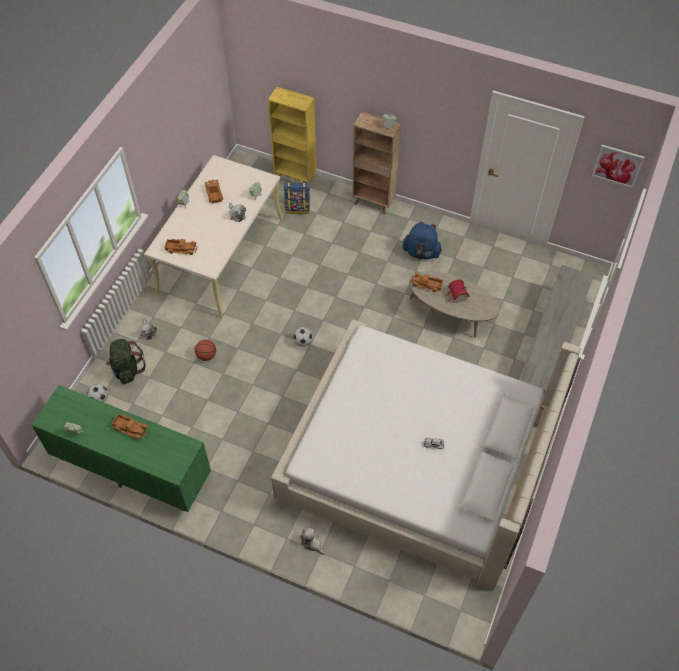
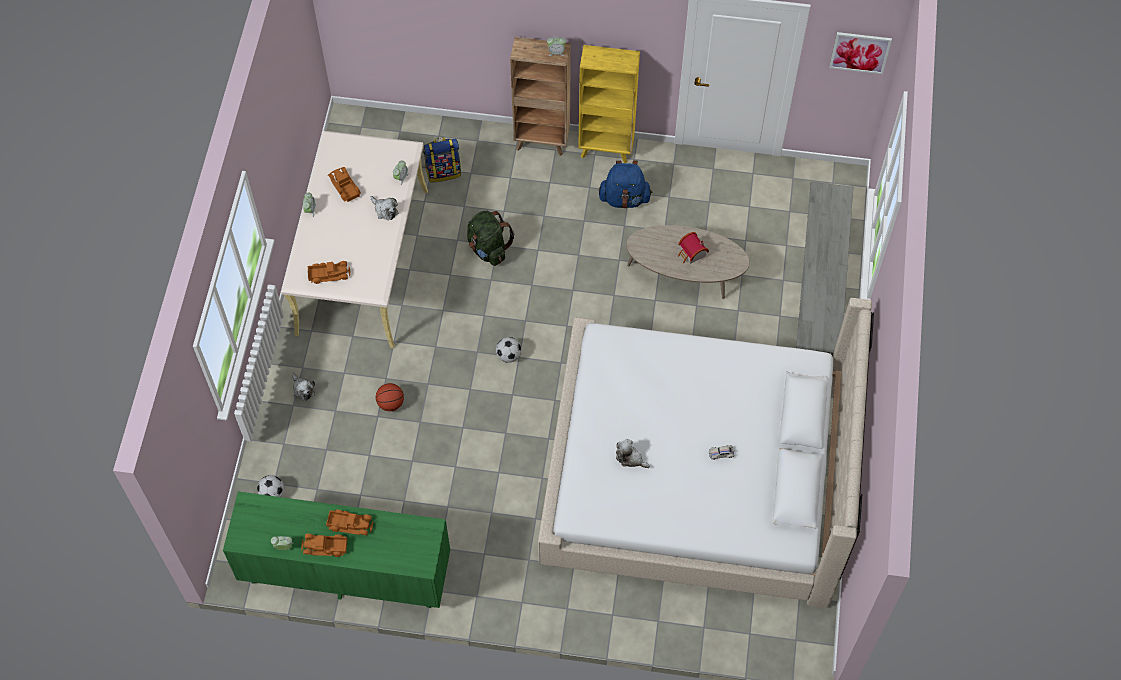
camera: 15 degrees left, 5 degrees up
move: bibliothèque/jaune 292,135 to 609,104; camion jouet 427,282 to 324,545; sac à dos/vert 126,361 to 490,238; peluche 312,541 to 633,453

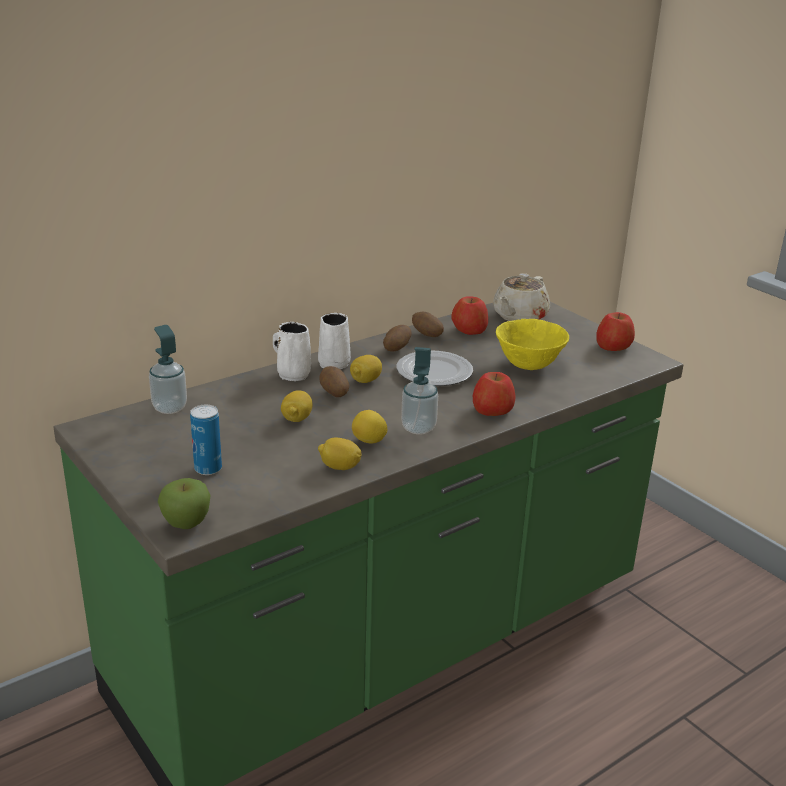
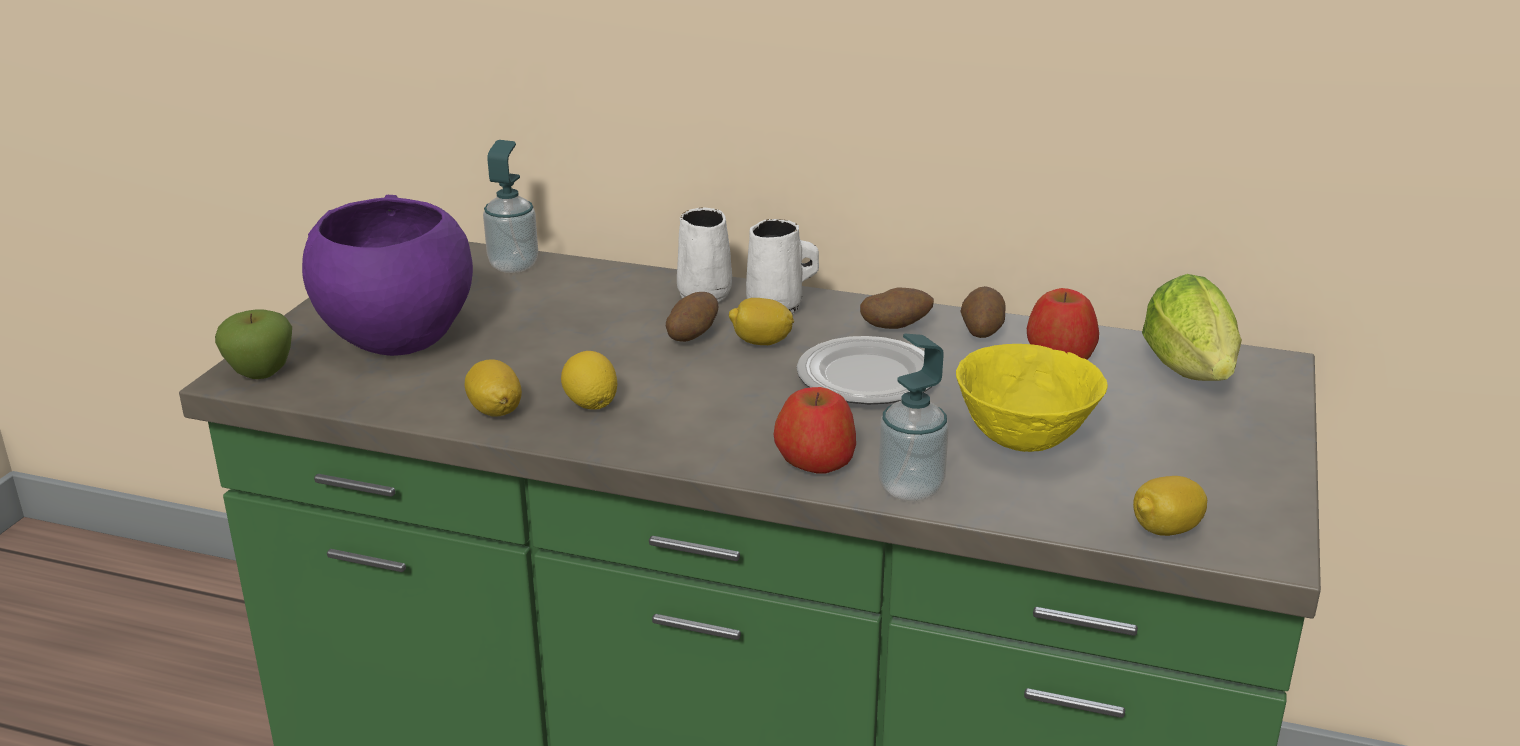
camera: 55 degrees right, 0 degrees up
delete: pomme 615,331
move: distributeur de savon 419,390 to 913,417; citron 297,406 to 1170,506
replace: théière/beige 521,297 to laitue 1192,327; boîte métallique 206,440 to bol/violet 387,275

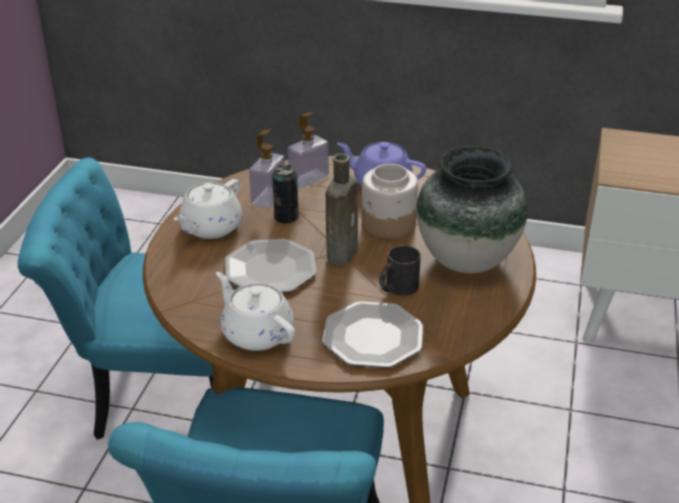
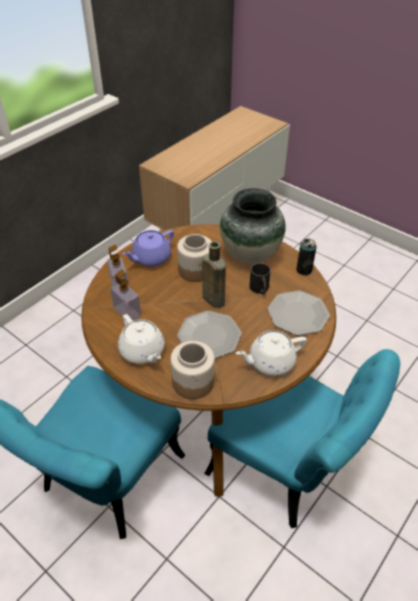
camera: 65 degrees left, 10 degrees up
insert: bocal 192,370
move: boîte métallique 285,194 to 306,257

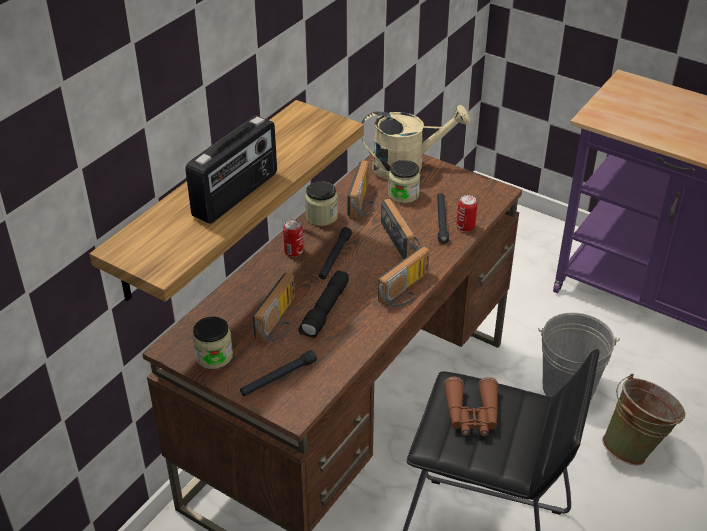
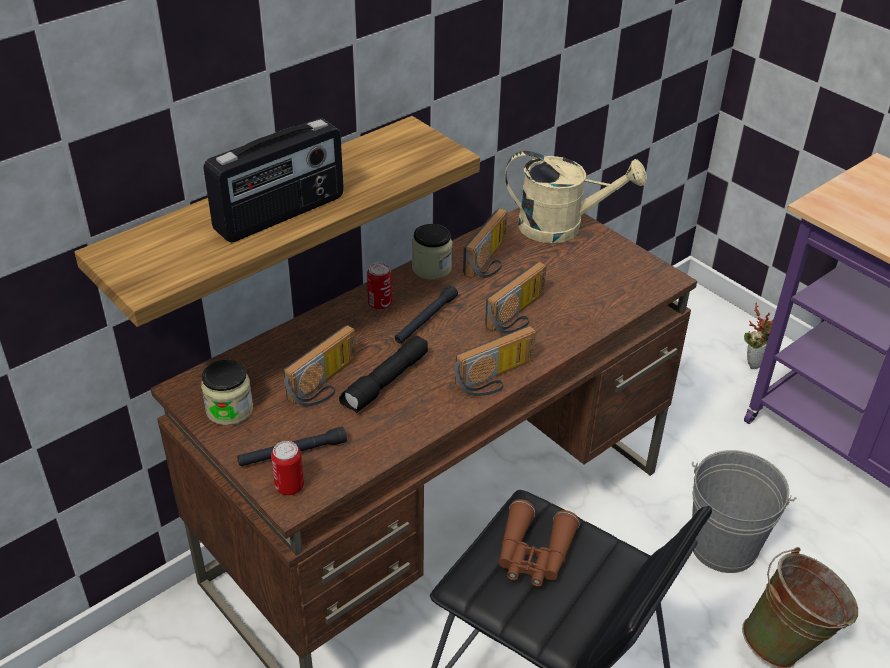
camera: 15 degrees right, 0 degrees up
delete: bocal 404,181; lampe de poche/noir 443,218
insert: plante en pot 759,335
move: boîte métallique 467,213 to 287,468
rotate: radio 401,229 = 516,298 45 degrees clockwise

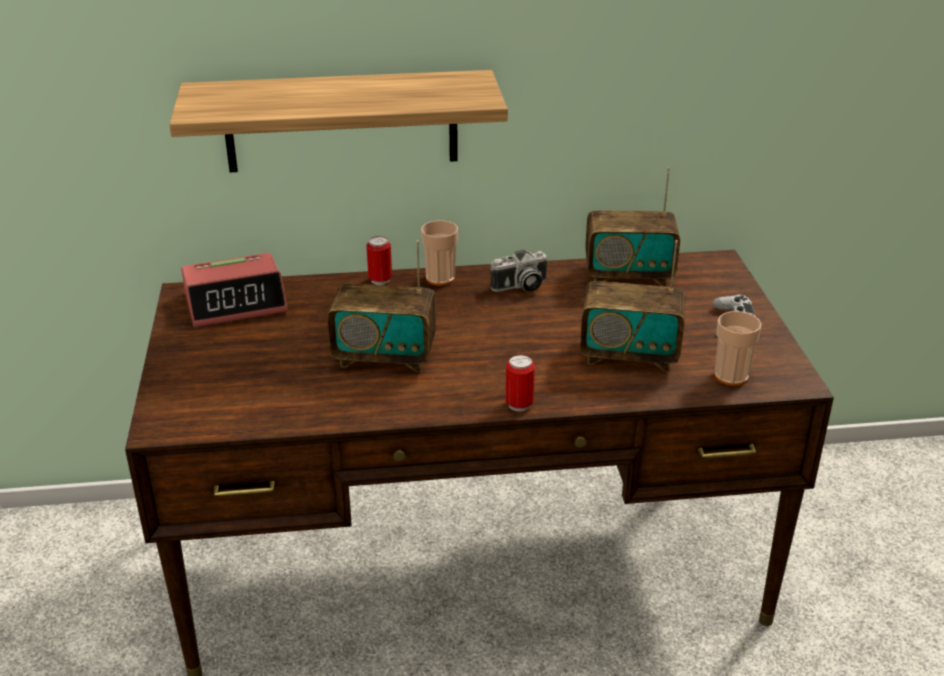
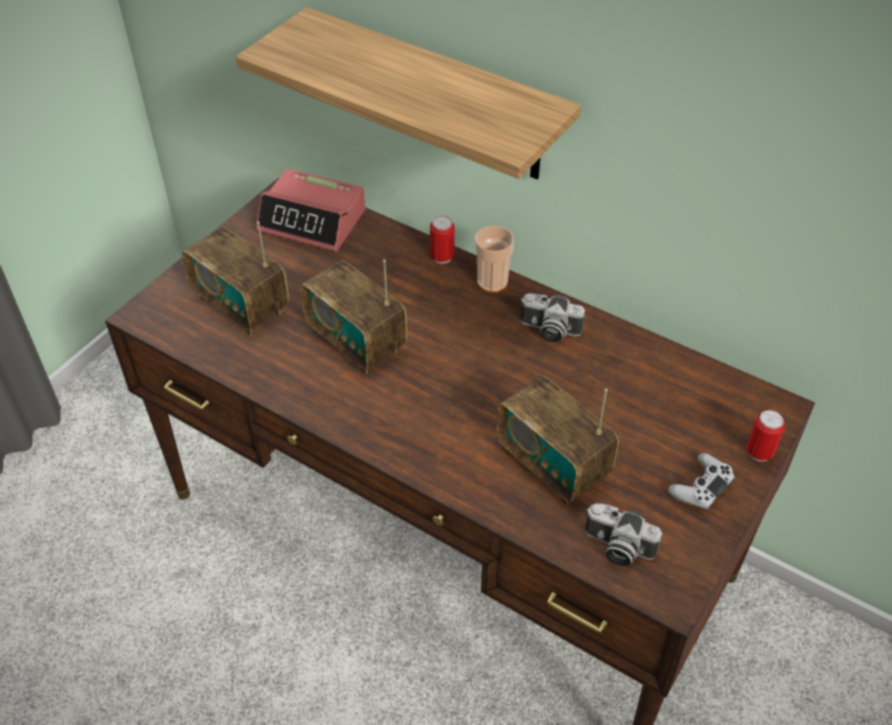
camera: 40 degrees right, 15 degrees up
move: radio 632,227 to 235,278; boîte métallique 520,383 to 765,436
replace: tasse 738,348 to appareil photo 623,535

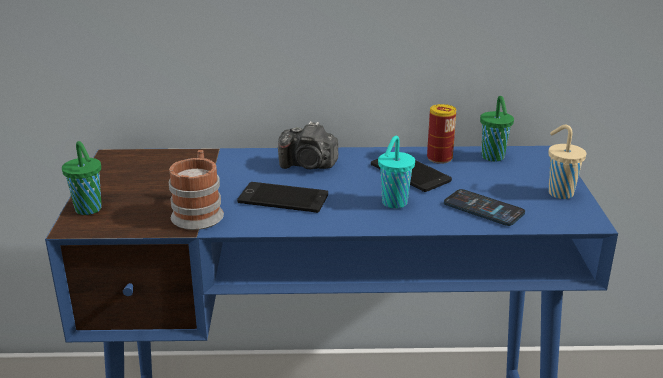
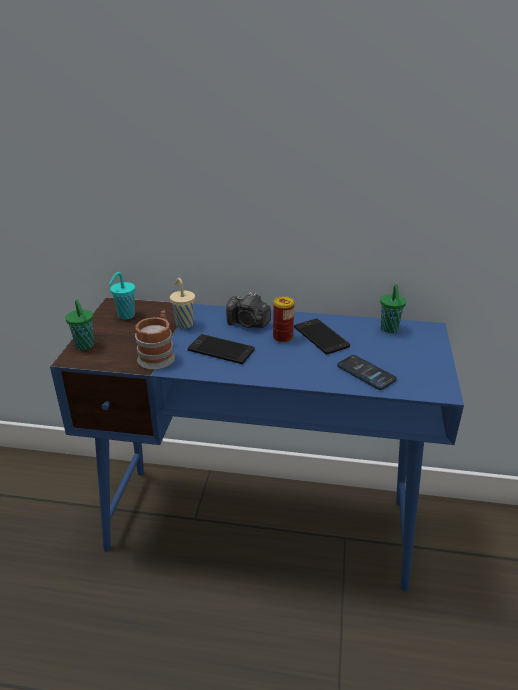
camera: 10 degrees right, 5 degrees up
move: boîte métallique 441,134 to 283,319; tasse/beige 567,162 to 182,303; tasse/turquoise 396,172 to 122,296

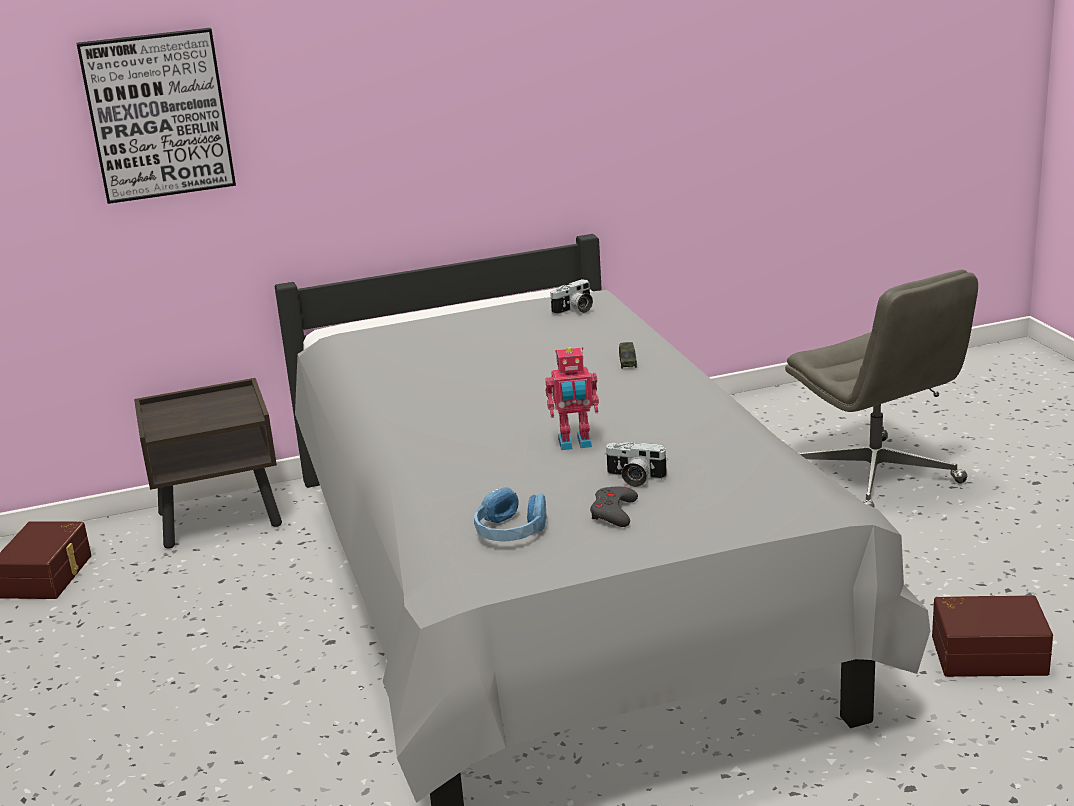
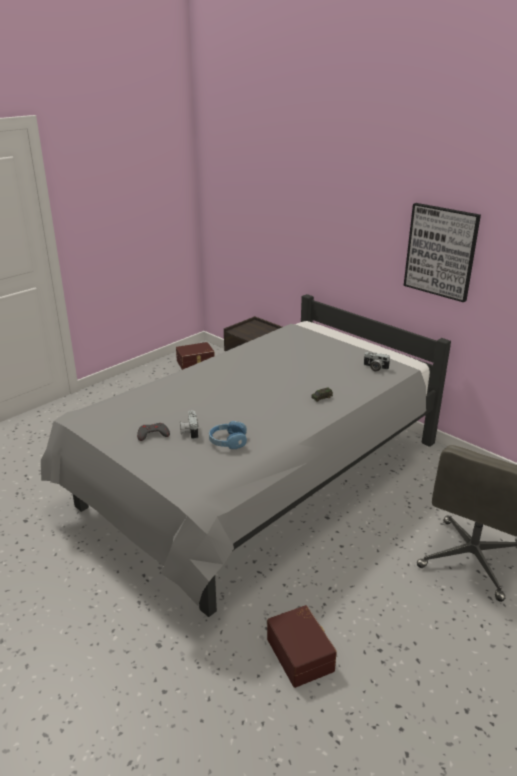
camera: 60 degrees right, 5 degrees up
delete: robot jouet 572,398
move: tableau 156,116 to 442,252; casque audio/bleu 510,514 to 228,435

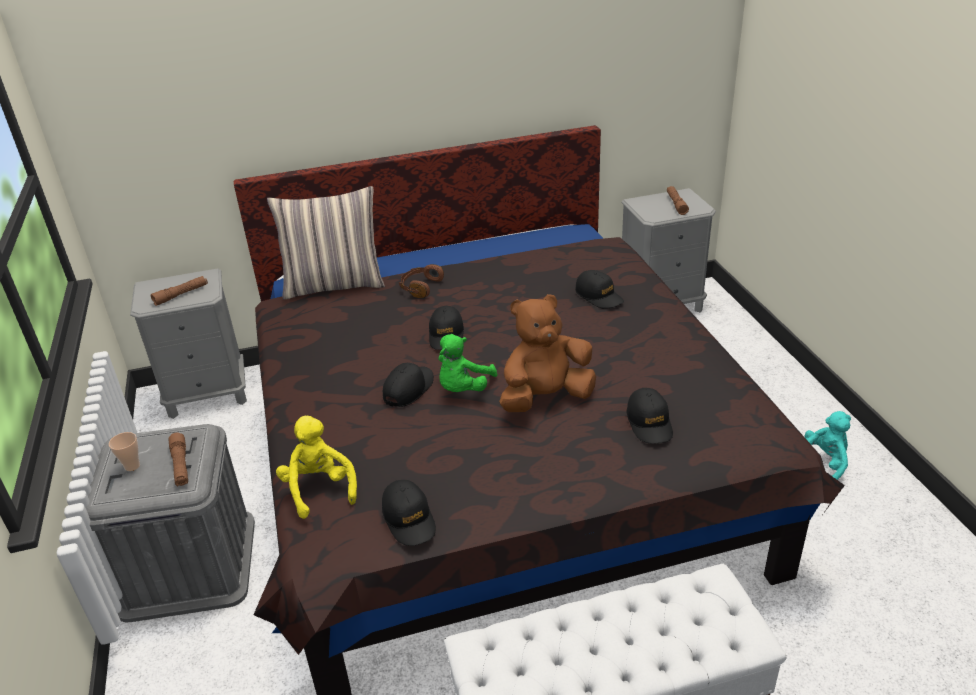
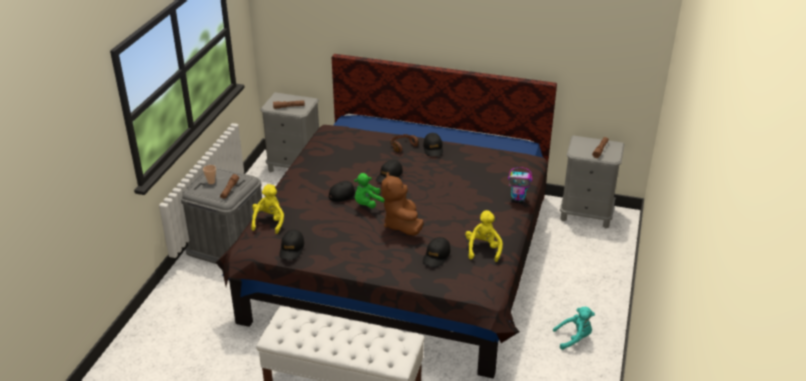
camera: 30 degrees right, 0 degrees up
delete: coussin 326,242
insert: robot jouet 520,185; peluche/jaune 484,236
move: casquette/noir 599,289 to 433,144
rotate: peluche/marron 547,353 = 402,204 105 degrees counterclockwise

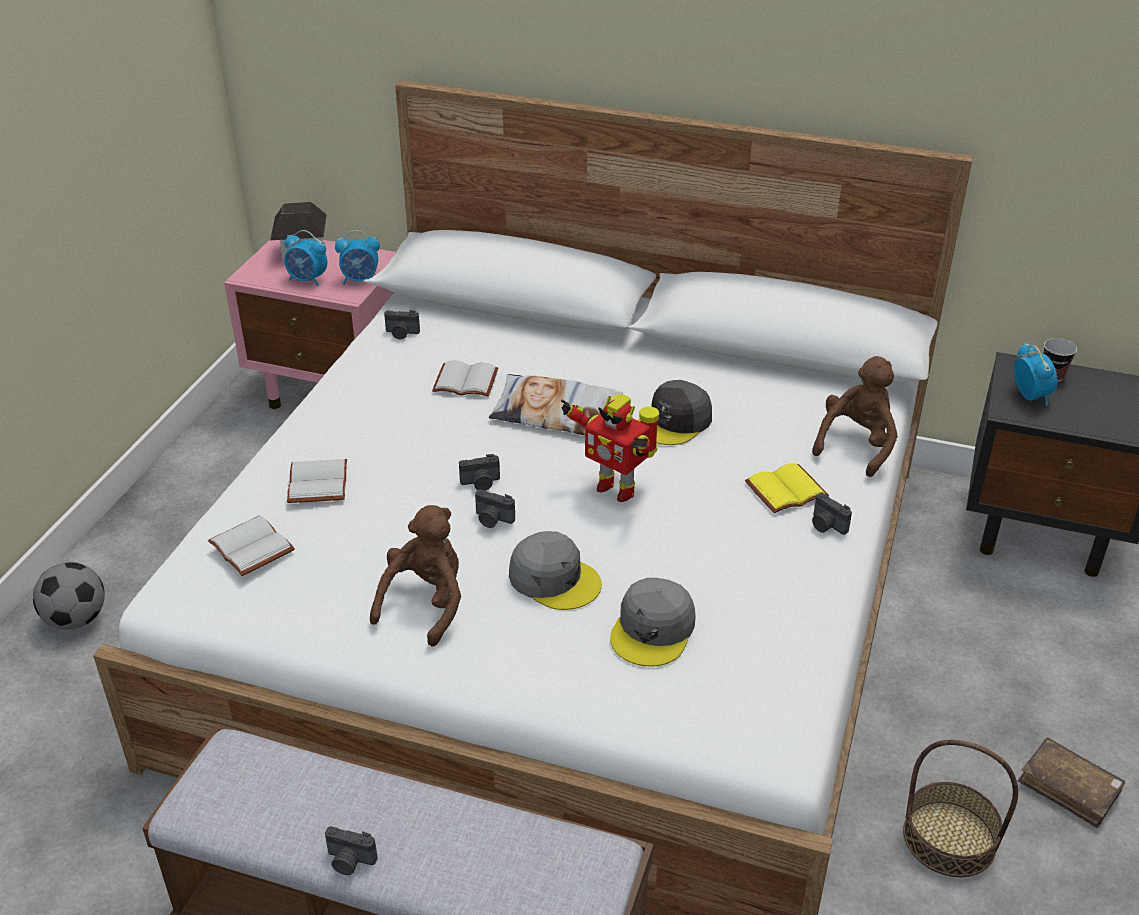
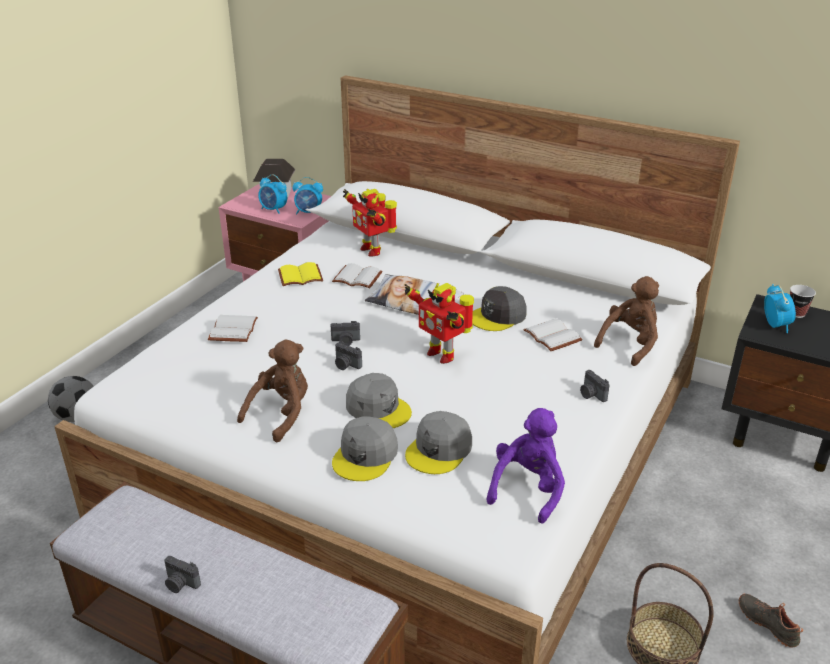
camera: 10 degrees right, 5 degrees down
delete: appareil photo 402,324
insert: robot jouet 370,222; peluche/violet 525,466; casquette/gris 365,448
move: livre/jaune 787,488 to 300,274; livre/blanc 251,545 to 553,334
replace: livre/marron 1071,782 to chaussure/noir 771,621

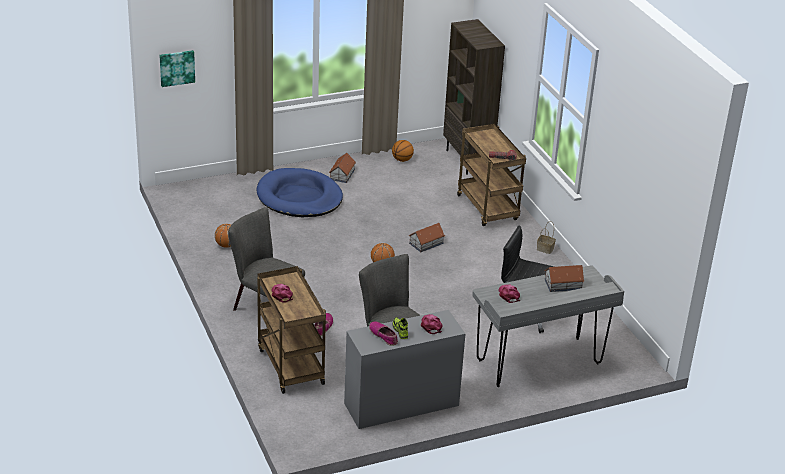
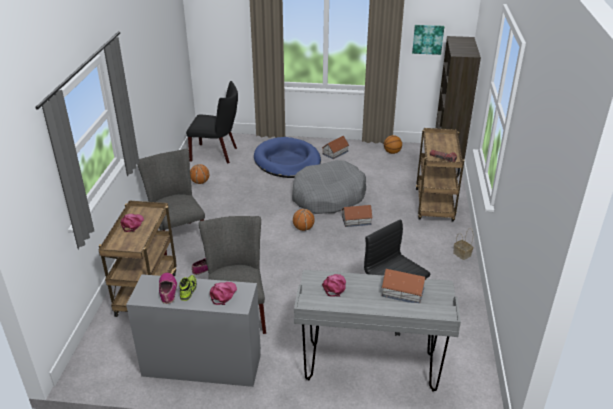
camera: 30 degrees right, 0 degrees up
insert: chaise/noir 212,122; panier pour chien/gris 329,187
move: tableau 177,68 to 428,40

